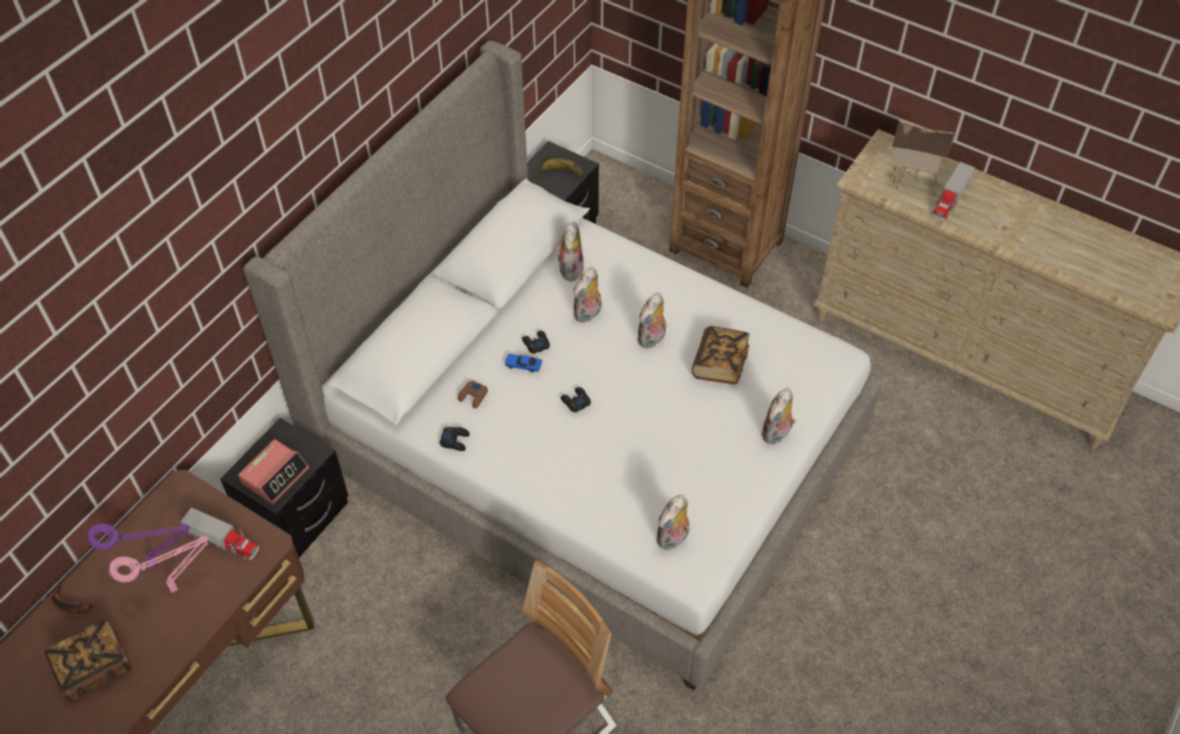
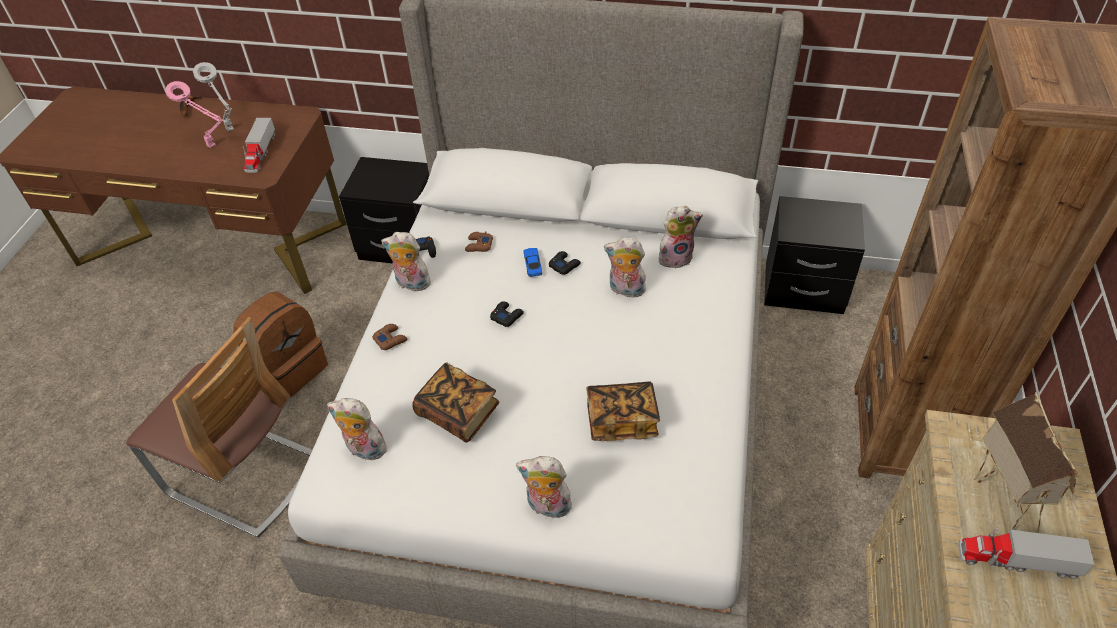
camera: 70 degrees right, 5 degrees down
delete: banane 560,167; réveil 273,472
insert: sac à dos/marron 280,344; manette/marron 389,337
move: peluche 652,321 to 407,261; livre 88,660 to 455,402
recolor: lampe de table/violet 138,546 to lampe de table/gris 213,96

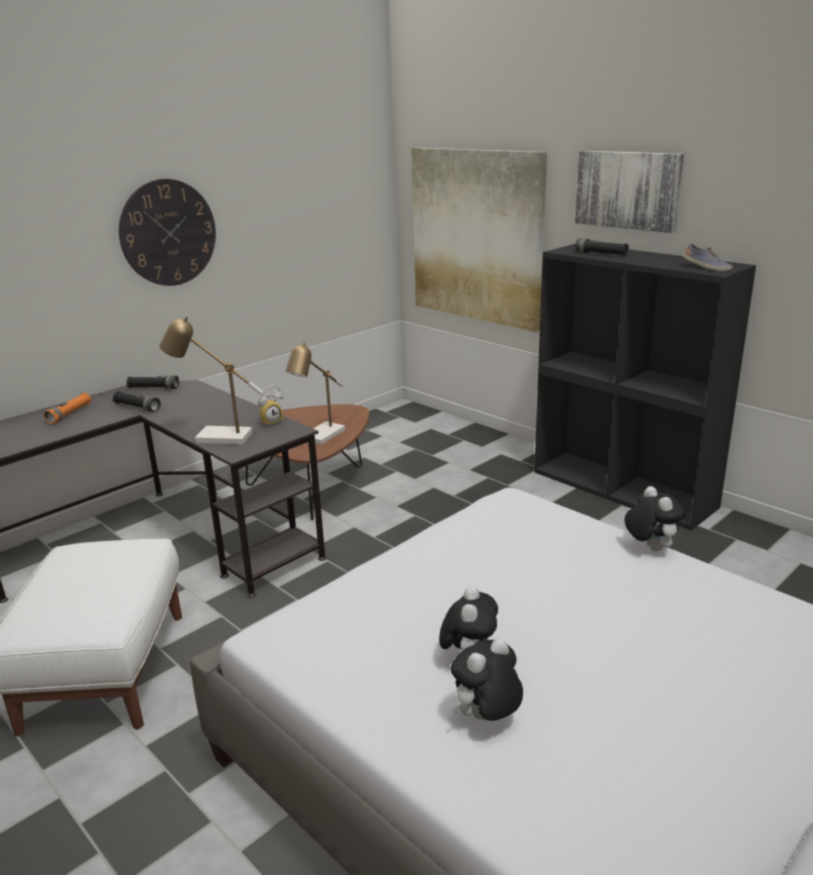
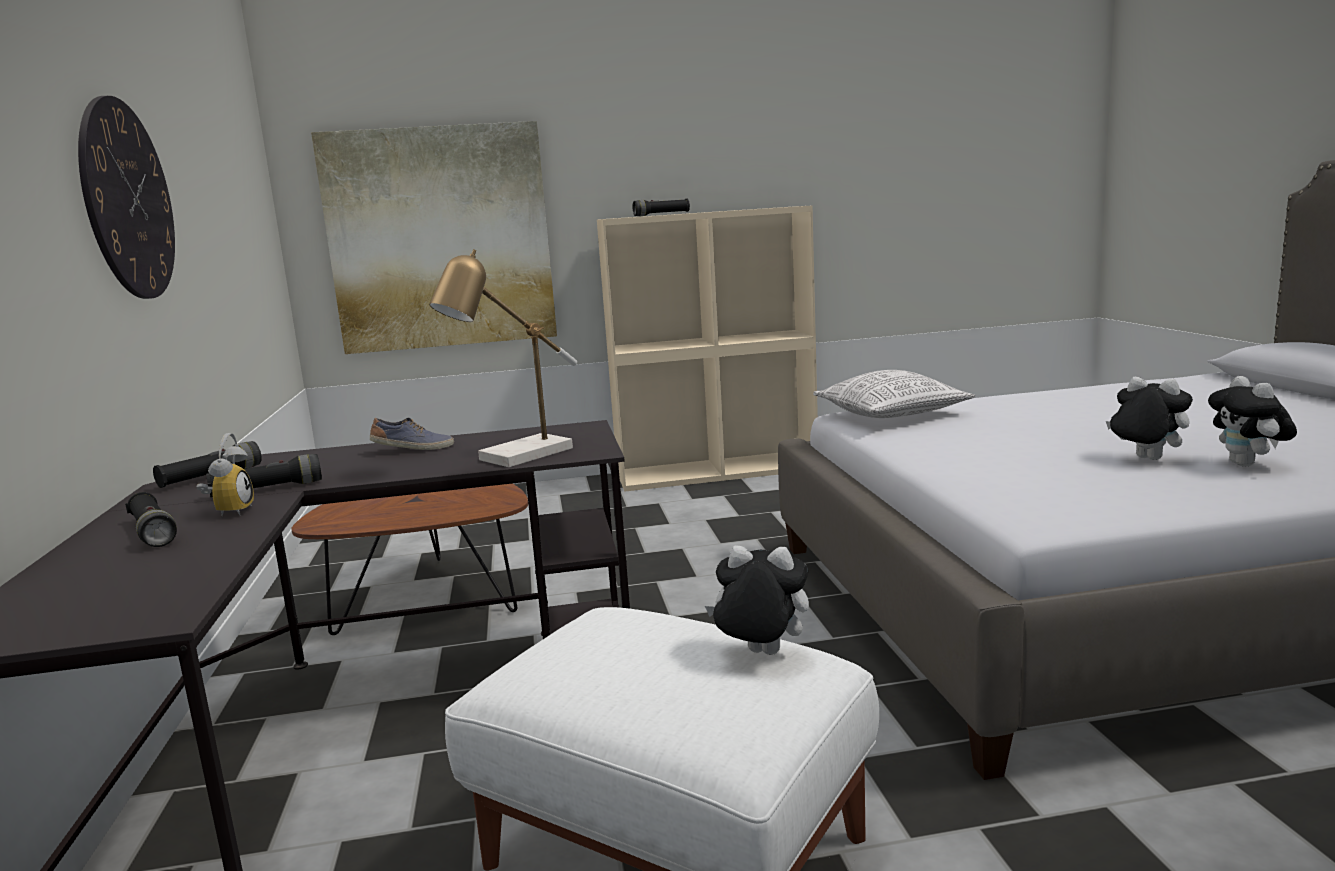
camera: 55 degrees left, 10 degrees down
delete: tableau 629,192; lampe de table 315,393
insert: coussin 894,394
move: chaussure 708,257 to 412,434; réveil 270,405 to 225,474; peluche 655,518 to 757,600
recolor: bibliothèque/noir 645,387 to bibliothèque/beige 707,349; lampe de poche/orange 67,408 to lampe de poche/noir 151,519

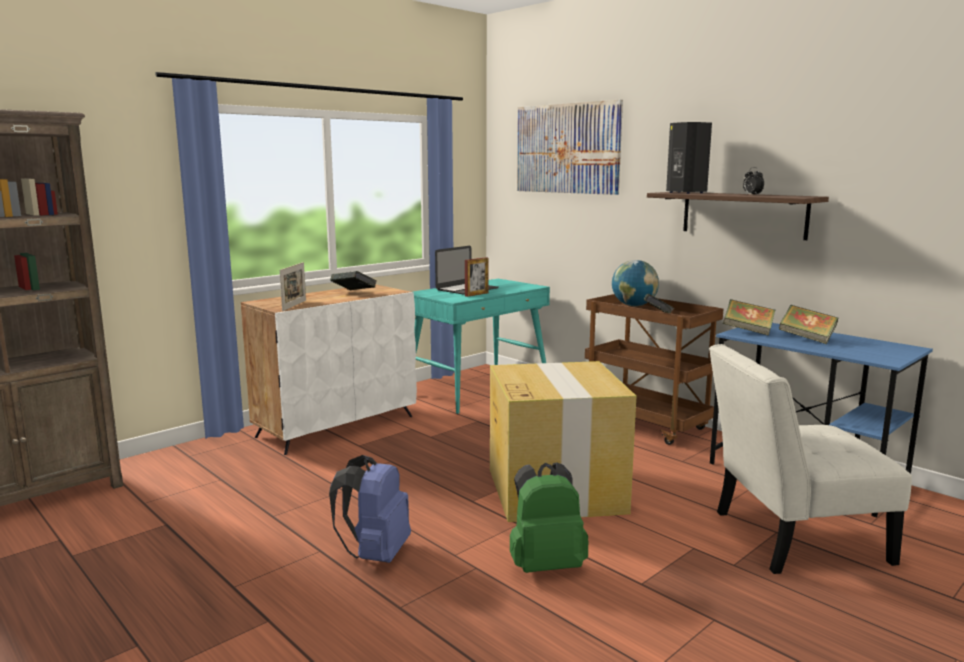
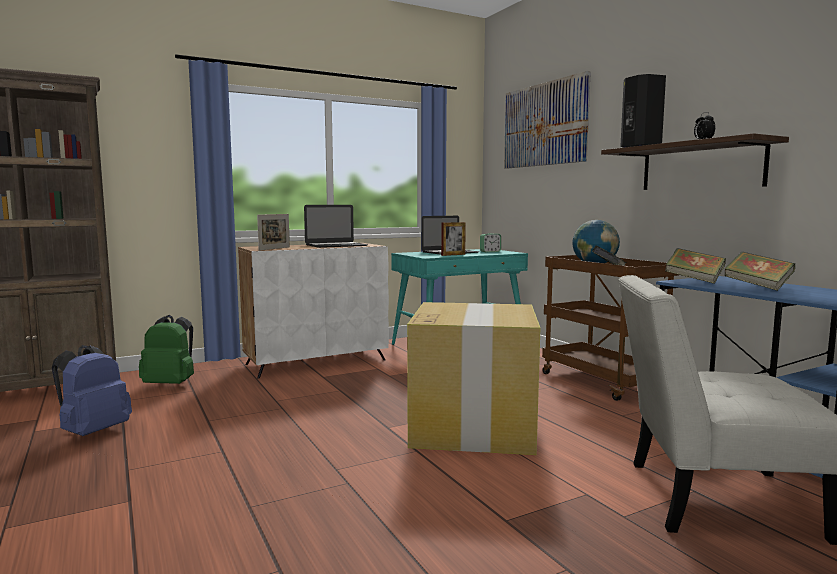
camera: 15 degrees right, 5 degrees down
insert: réveil 490,242
move: sac à dos/bleu 370,509 to 92,390; sac à dos/vert 549,517 to 166,349
replace: livre 353,280 to ordinateur portable 336,226

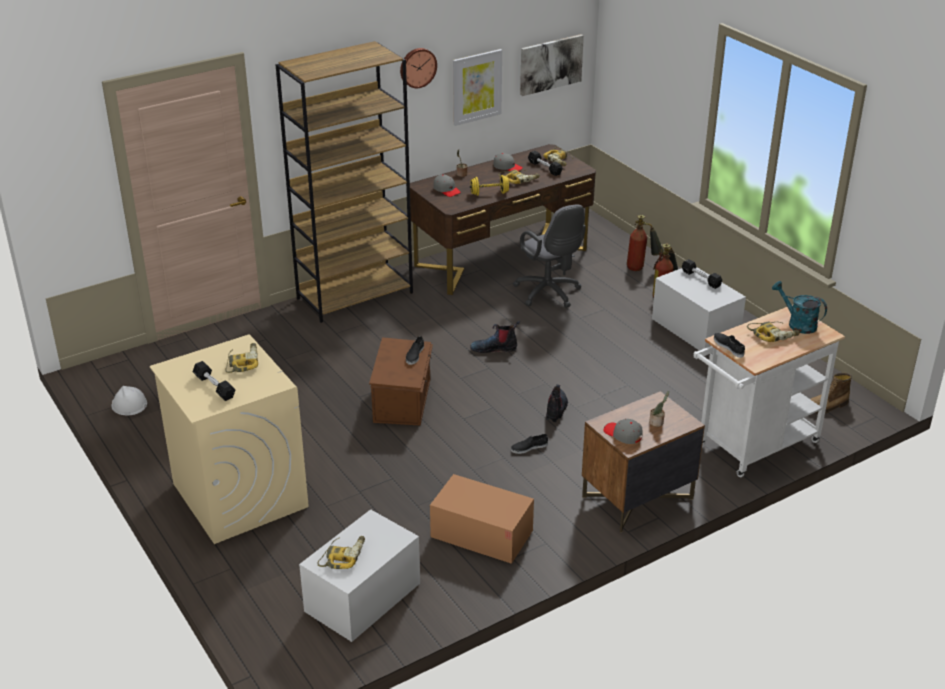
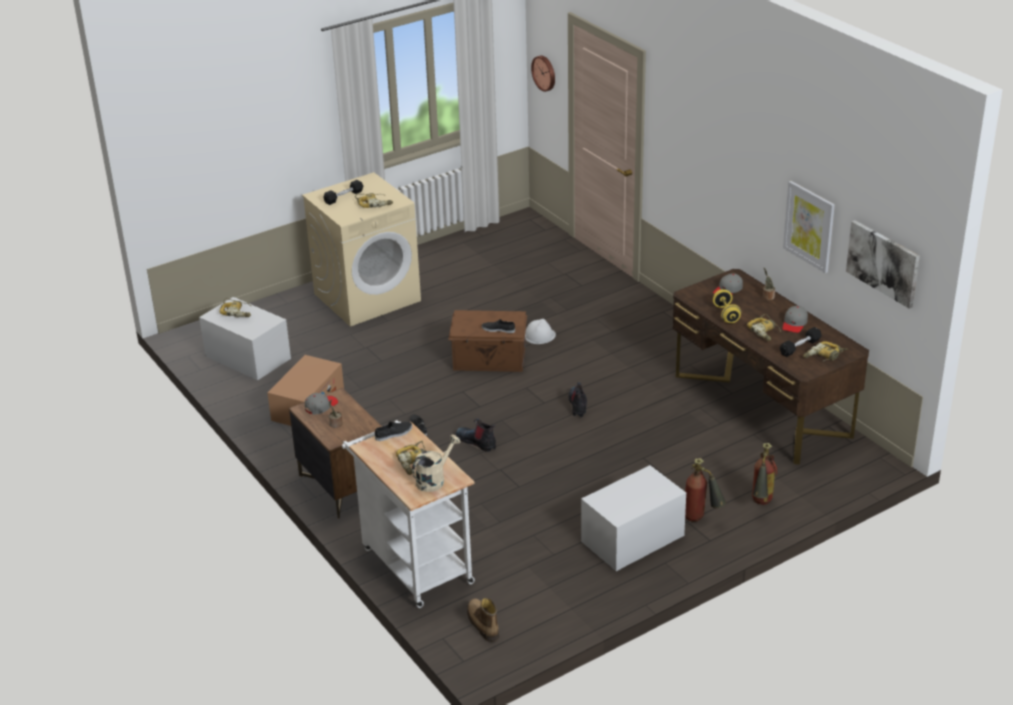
camera: 90 degrees right, 0 degrees up
delete: bibliothèque/marron 344,182; chaise de bureau/gris 549,256; haltère/noir 702,274
move: horloge murale 418,68 to 543,73; casque de chantier/blanc 129,400 to 540,331
recolor: arrosoir/turquoise 799,307 to arrosoir/beige 436,463
rotate: botte 557,403 = 476,435 150 degrees counterclockwise

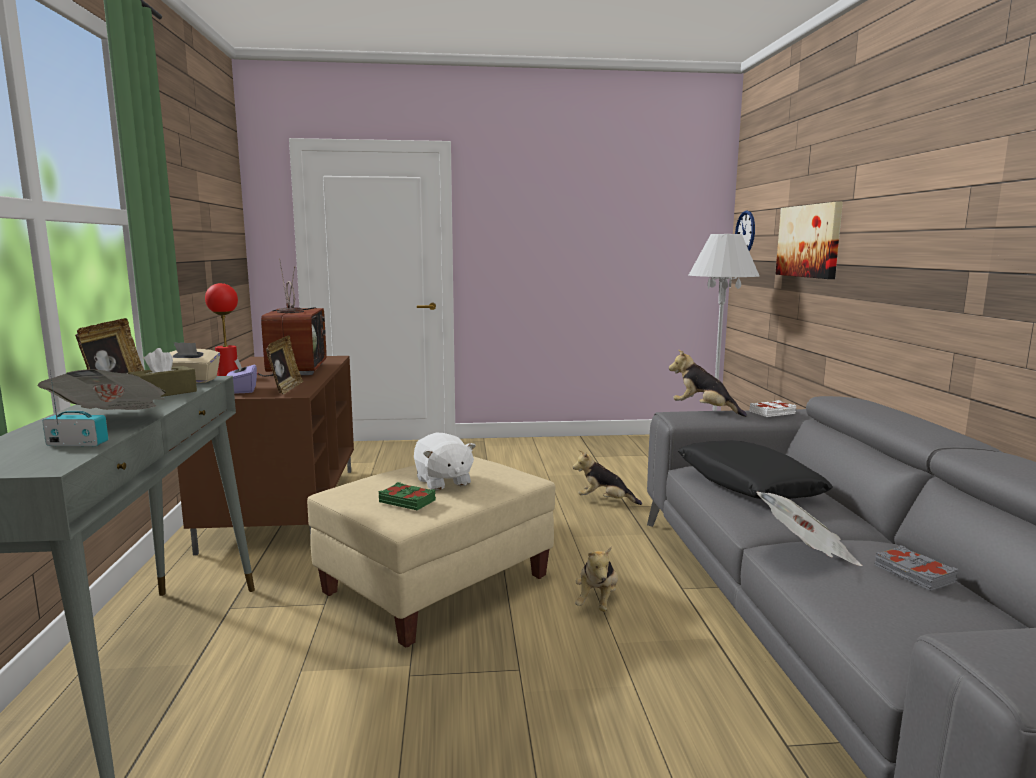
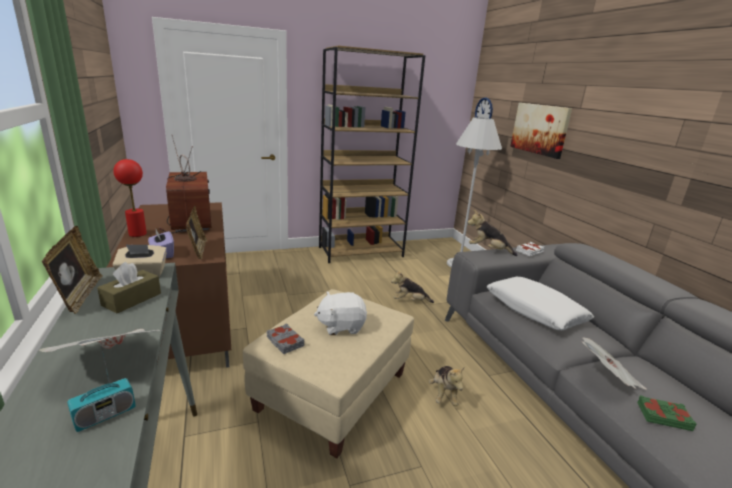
camera: 15 degrees left, 10 degrees up
insert: bibliothèque/marron 372,154
move: livre/vert 407,496 to 666,413; livre/gris 916,568 to 285,338
recolor: coussin/noir 755,469 to coussin/blanc 540,304
rotate: radio 75,409 = 101,387 150 degrees clockwise; peluche/blanc 445,461 = 340,313 120 degrees clockwise

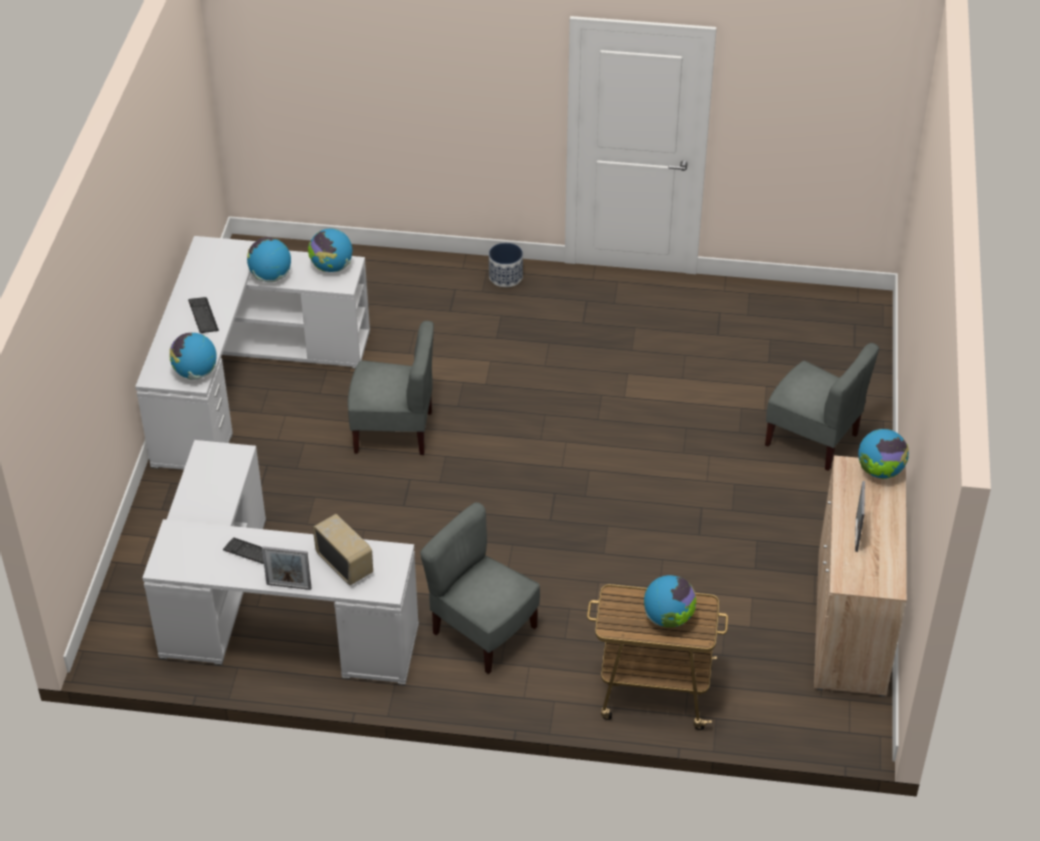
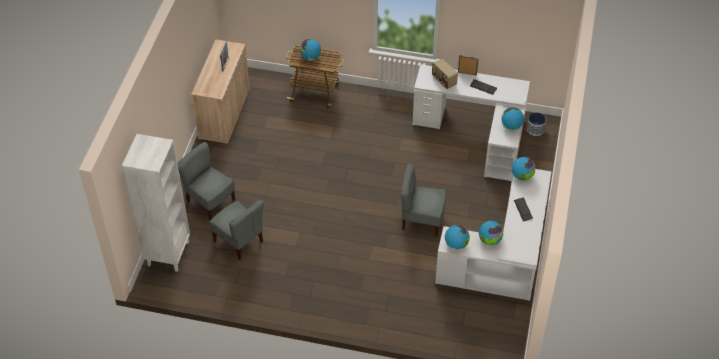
camera: 175 degrees left, 5 degrees up
insert: bibliothèque/blanc 156,203
move: cache-pot 506,265 to 536,124; globe 883,454 to 512,119; chaise/gris 480,588 to 237,230

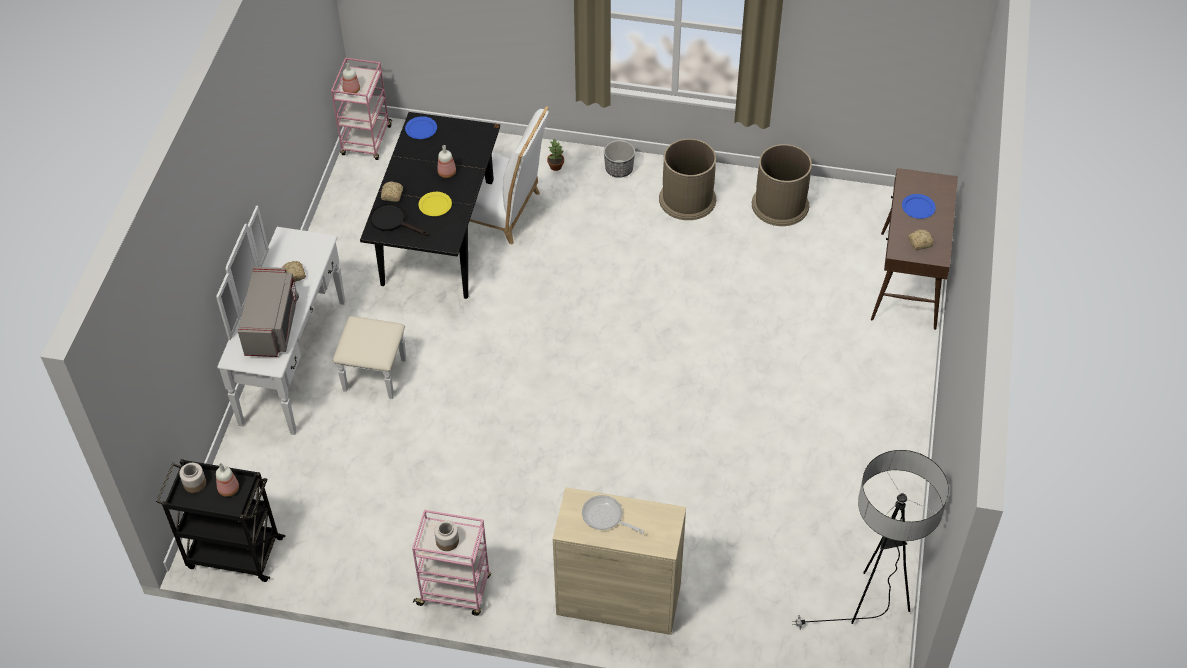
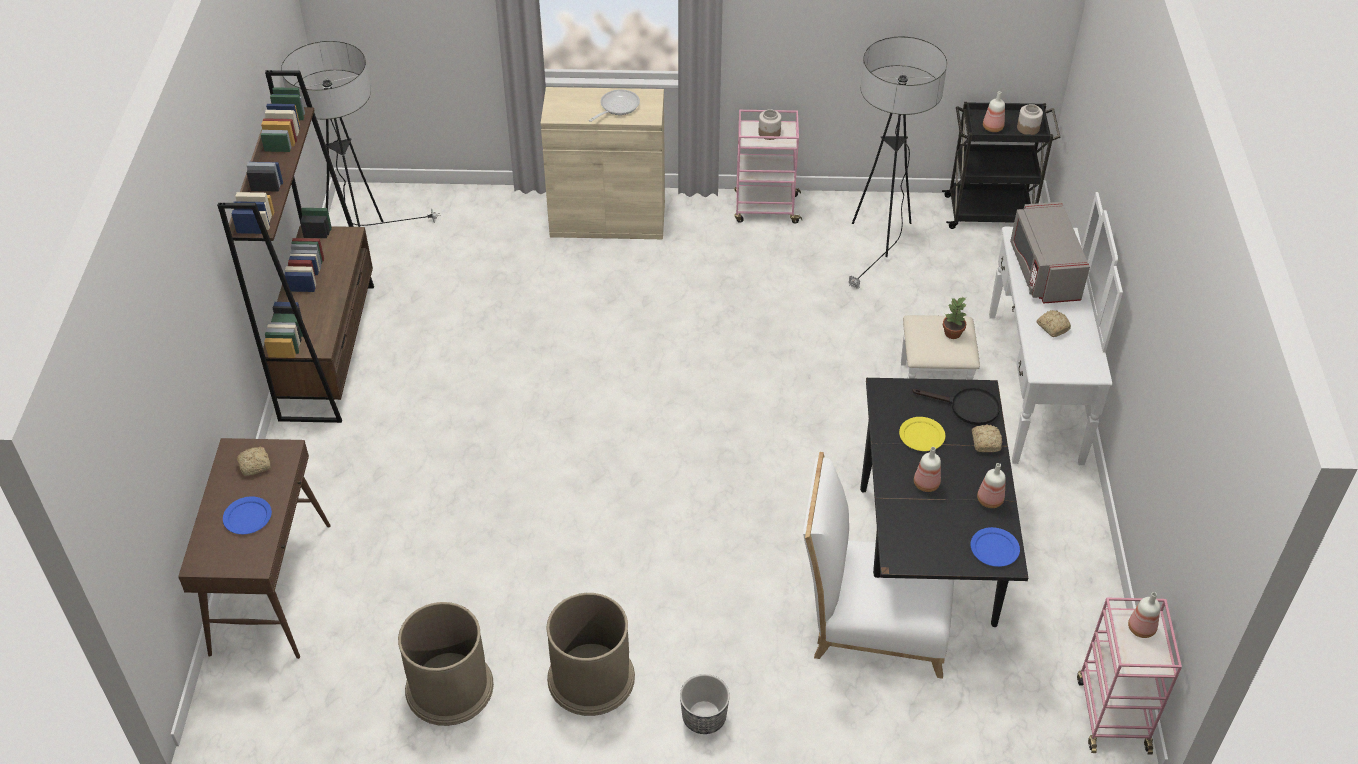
camera: 170 degrees right, 5 degrees down
insert: lampadaire 898,163; bibliothèque/marron 295,246; bouteille 991,485
move: plante en pot 555,154 to 955,318
rotate: poêle 613,514 = 614,105 75 degrees counterclockwise

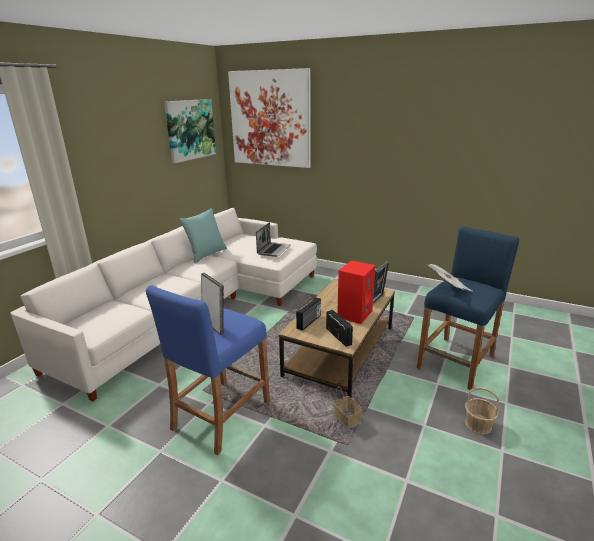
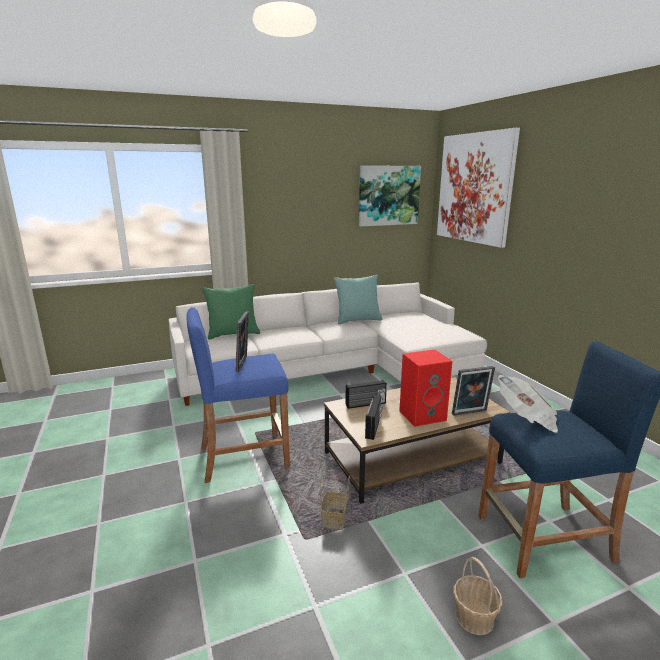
camera: 40 degrees right, 5 degrees down
delete: ordinateur portable 273,239
insert: coussin/vert 231,312

